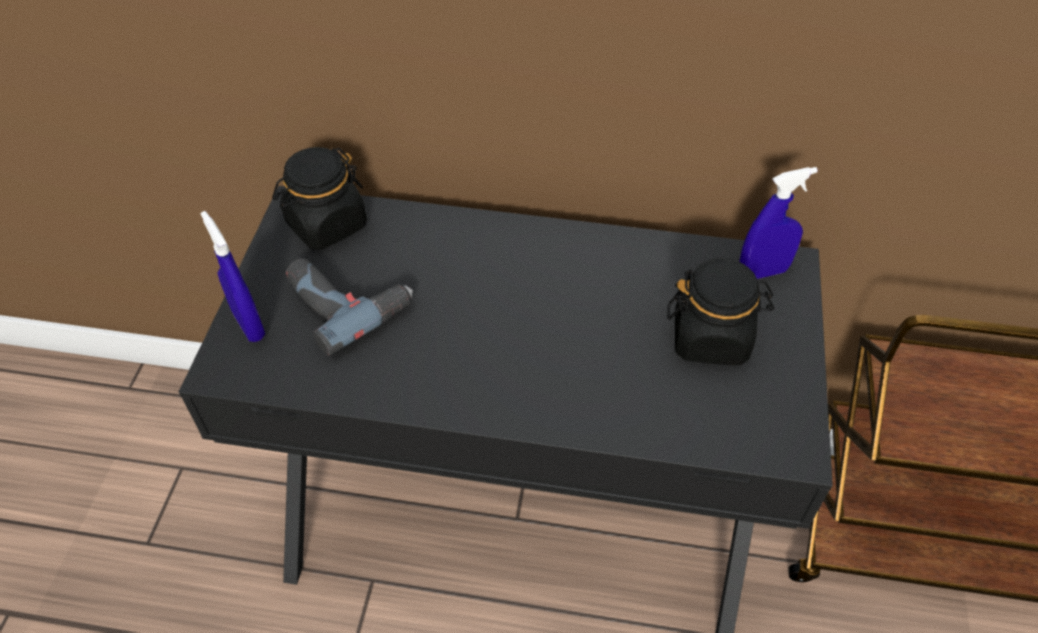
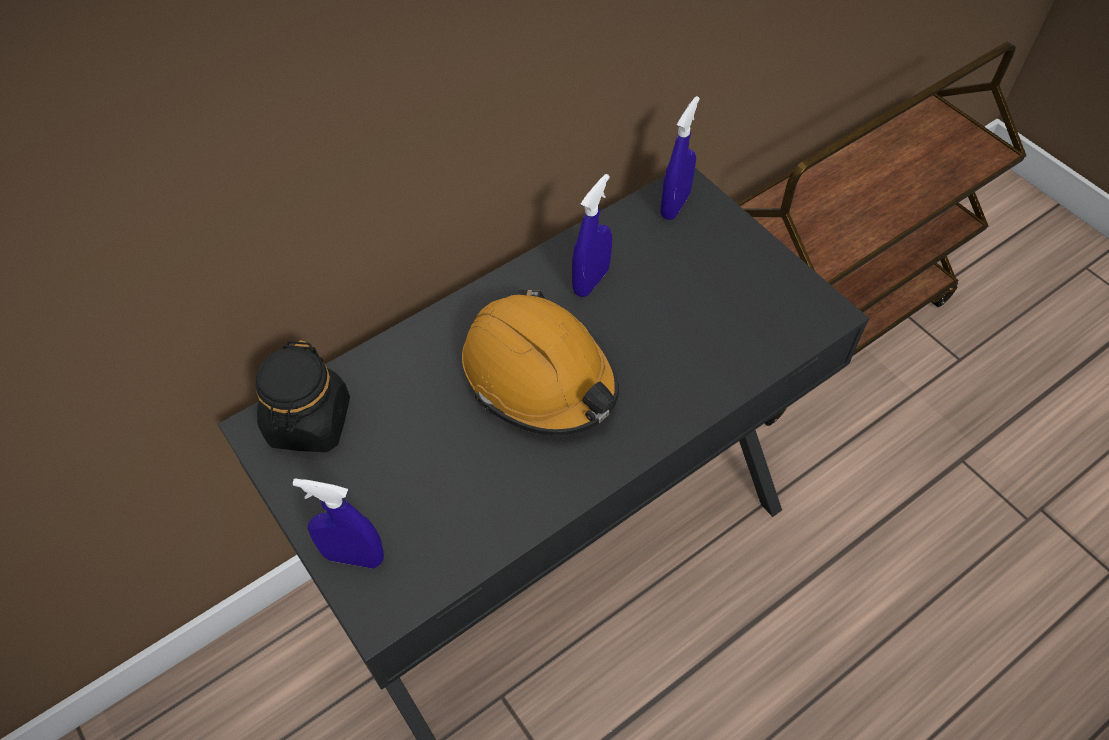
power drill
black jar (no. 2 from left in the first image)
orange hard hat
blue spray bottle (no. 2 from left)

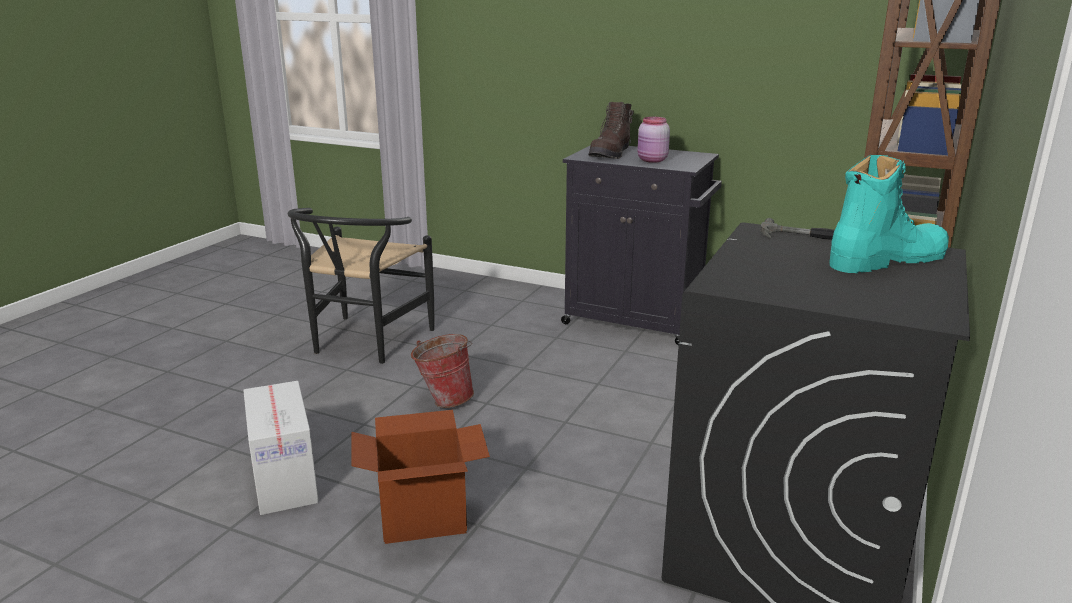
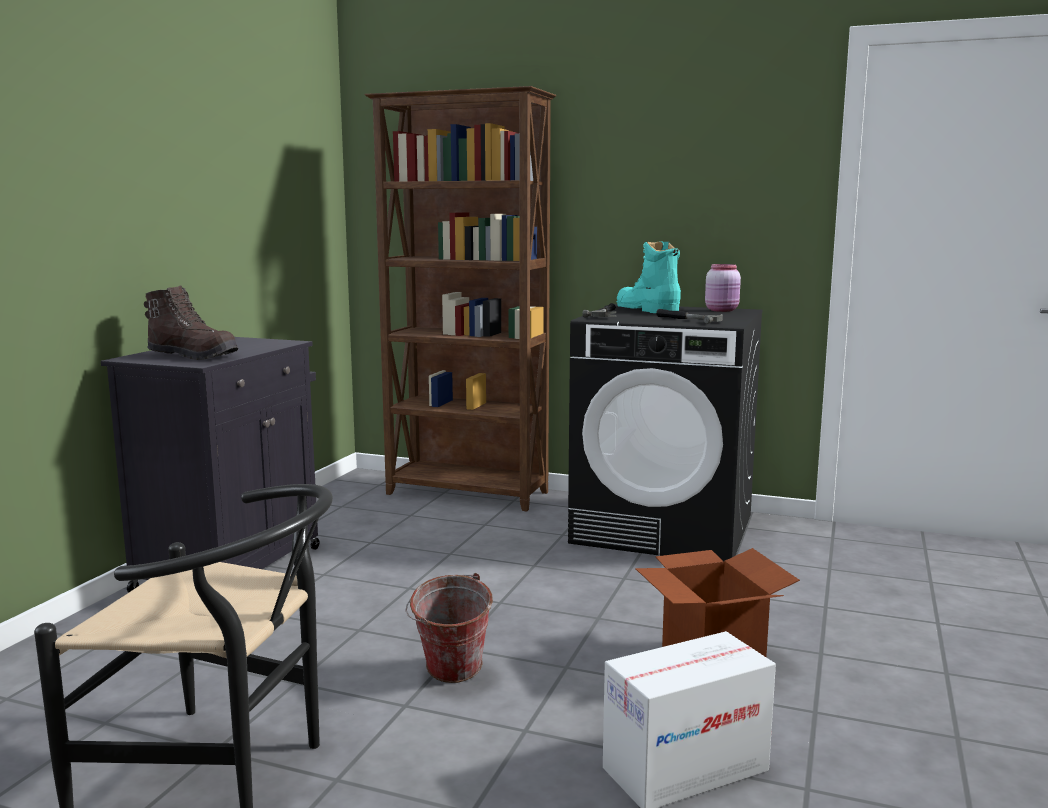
hammer (no. 2 from left)
pink jar

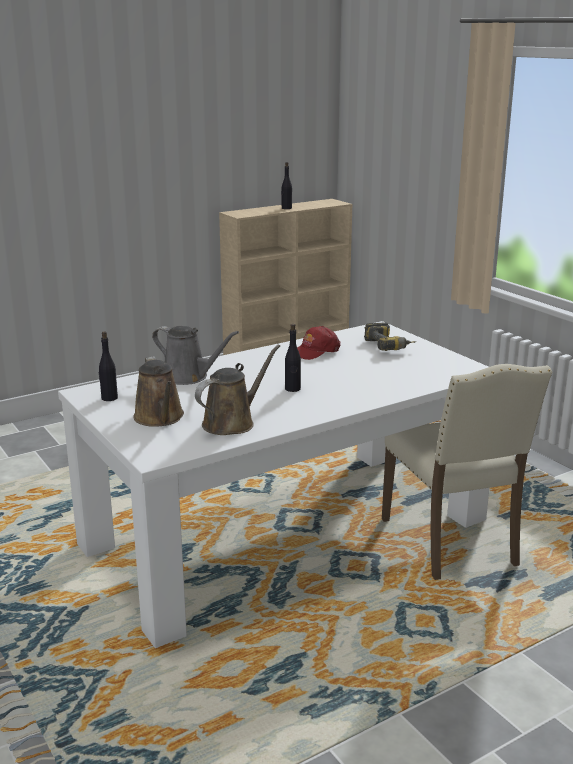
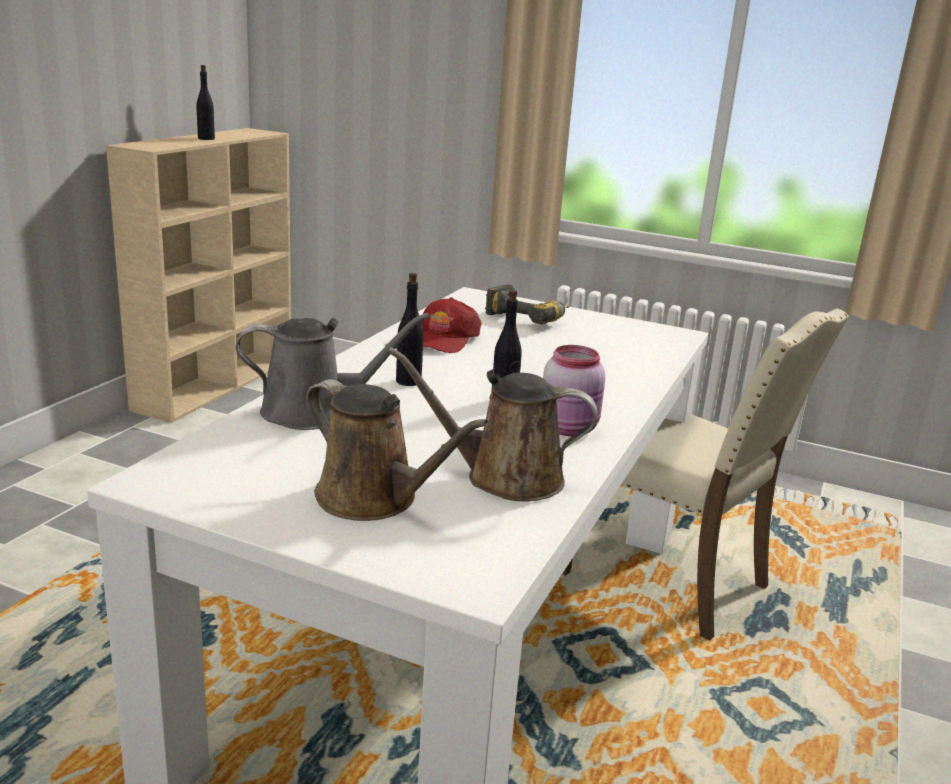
pink jar
black bottle (no. 2 from left)
brown watering can (no. 2 from left)

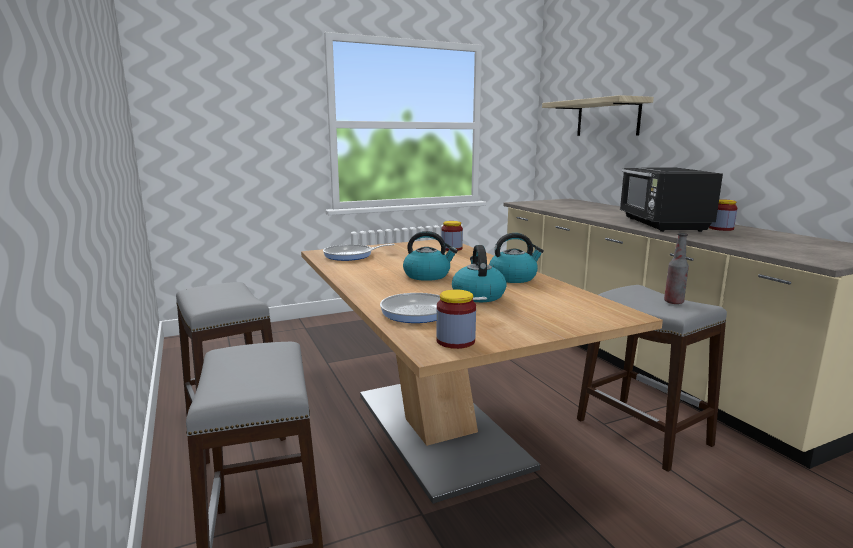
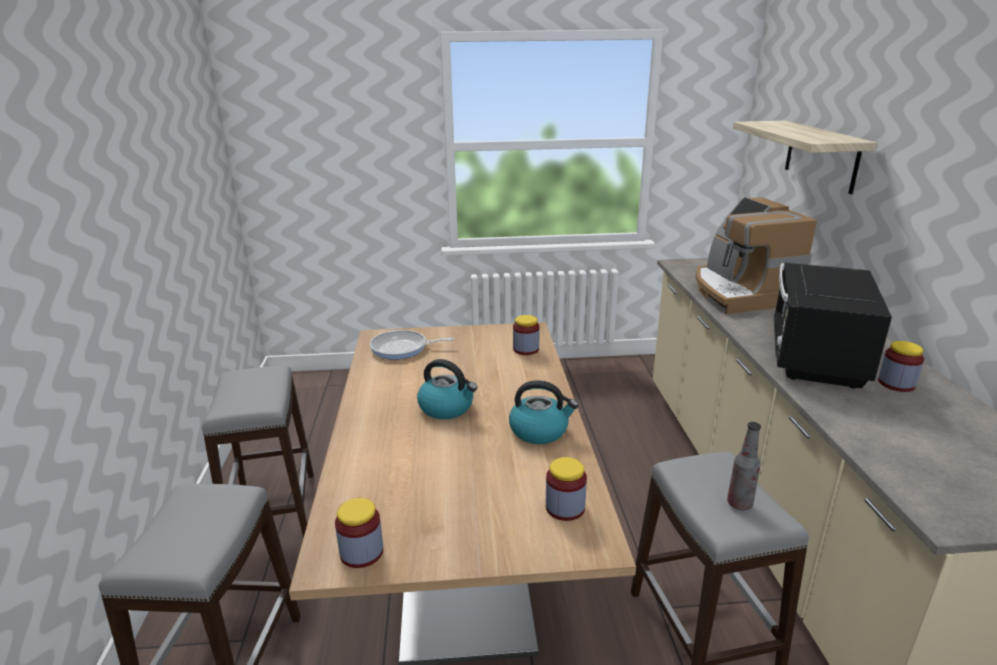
frying pan (no. 2 from left in the first image)
kettle (no. 2 from left in the first image)
jar (no. 3 from left)
coffee machine

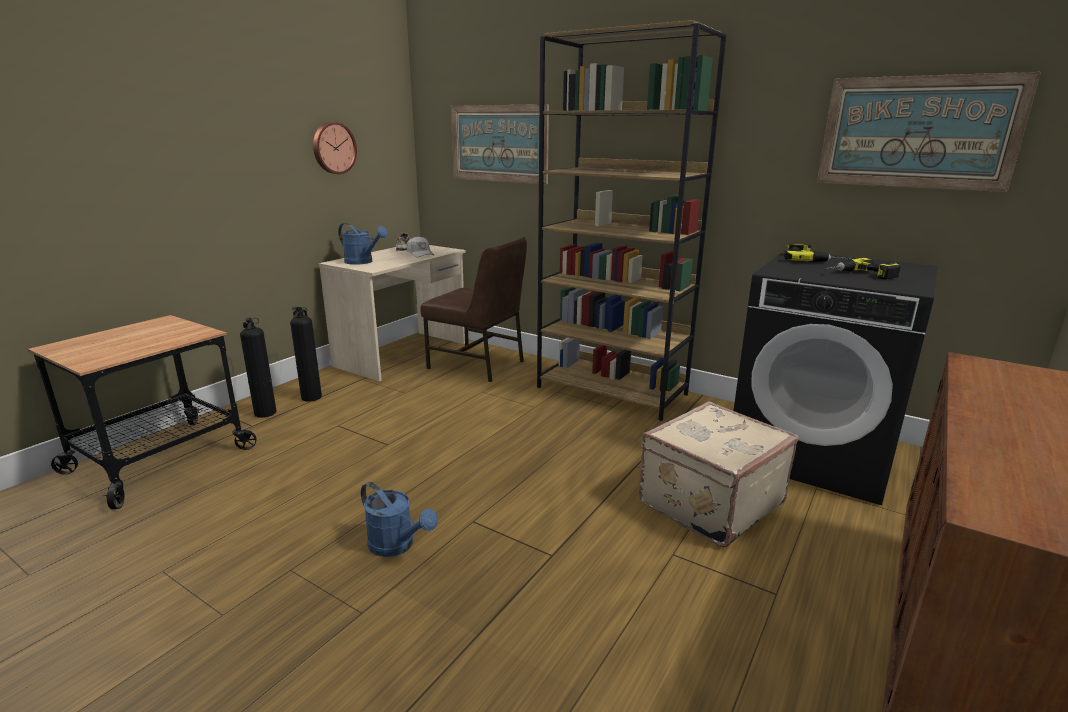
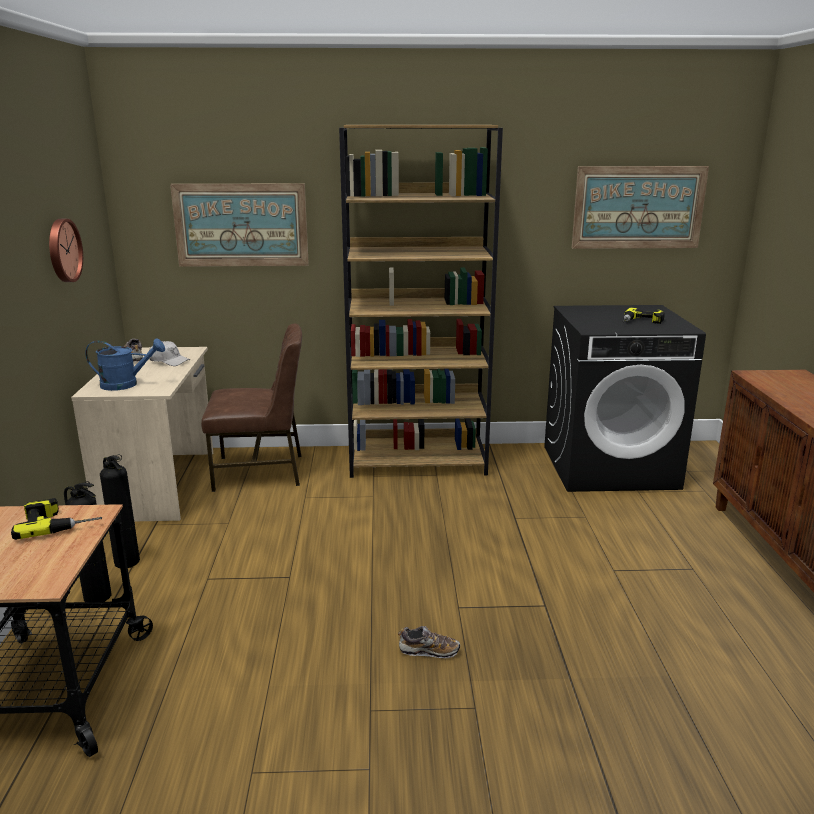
beige suitcase
power drill (no. 1 from left)
shoe (no. 2 from left)

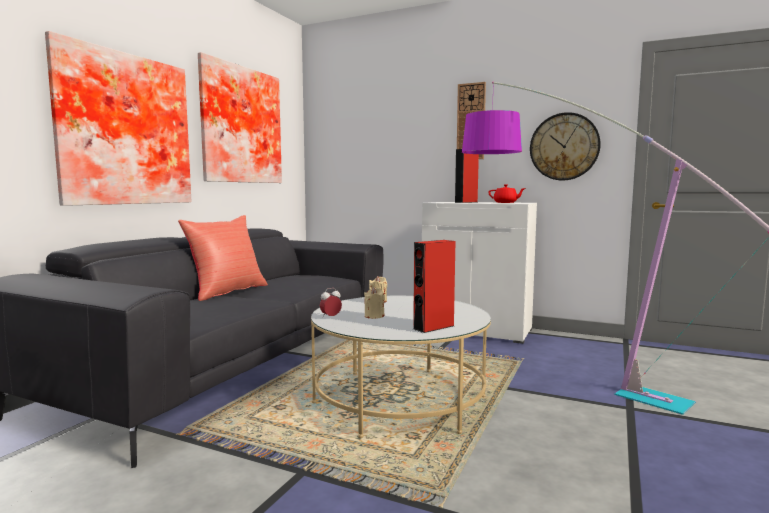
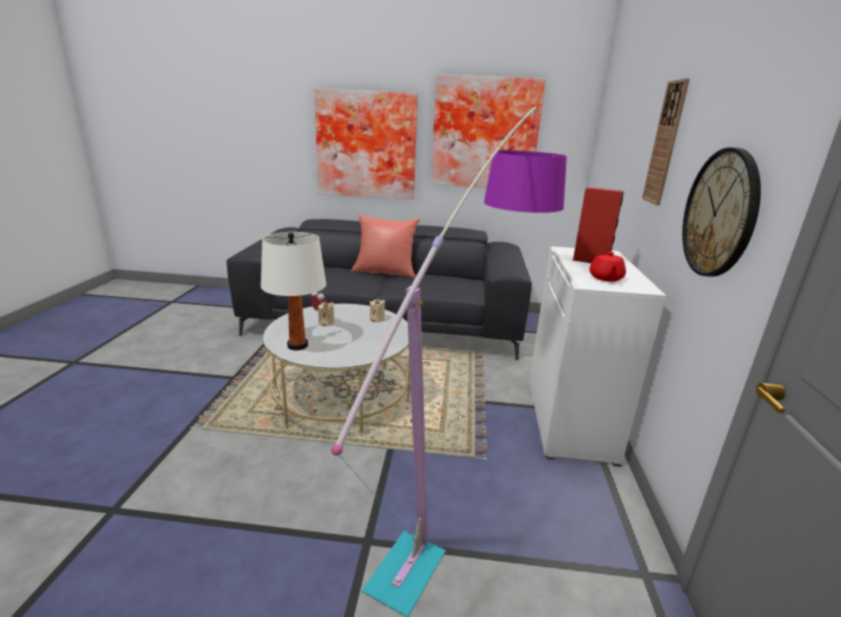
white table lamp

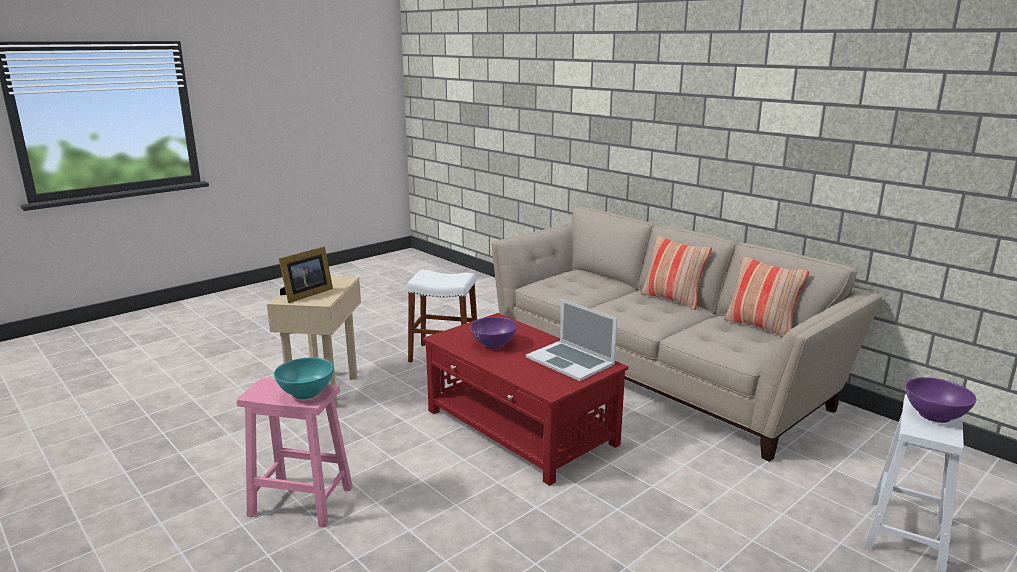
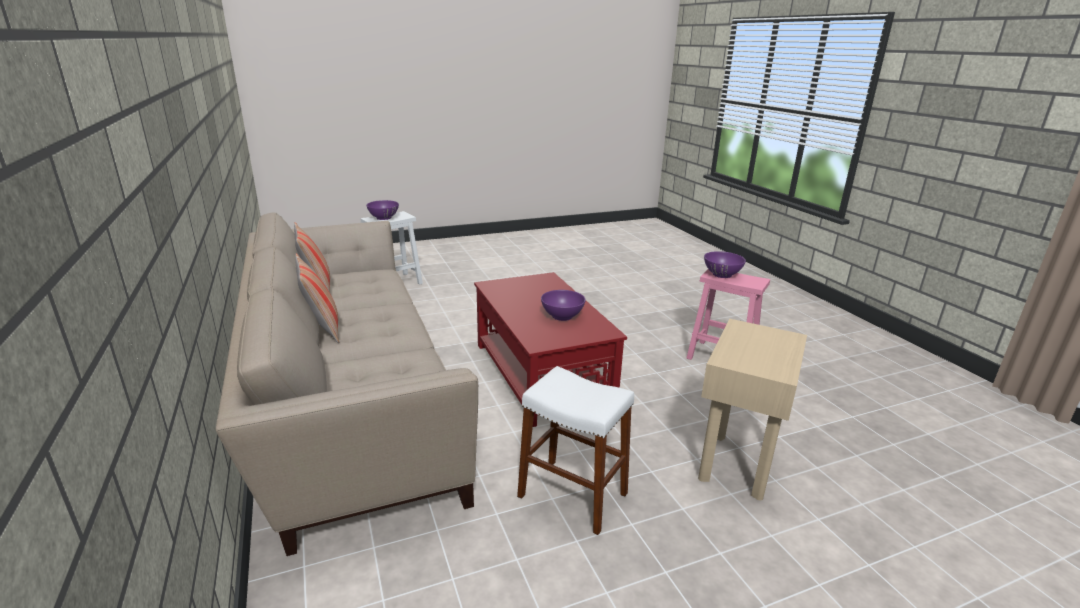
picture frame
laptop
purple bowl (no. 3 from left)

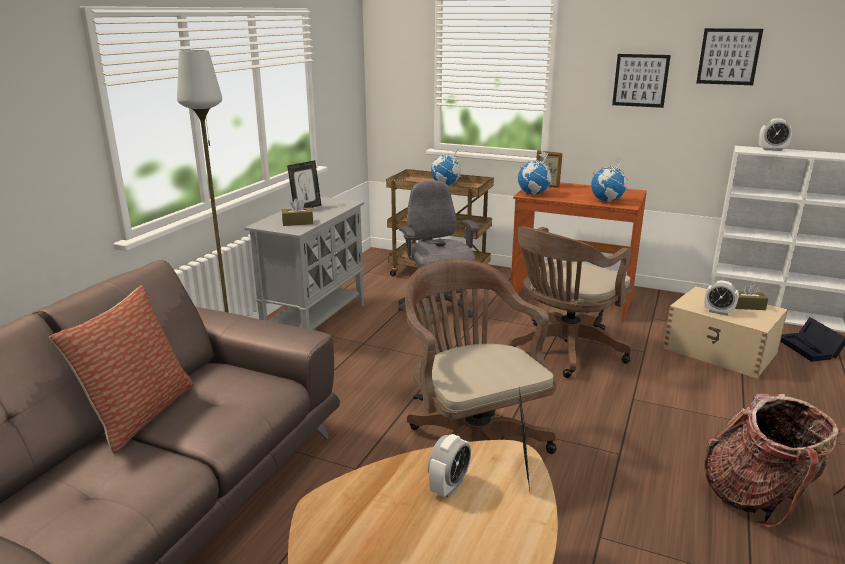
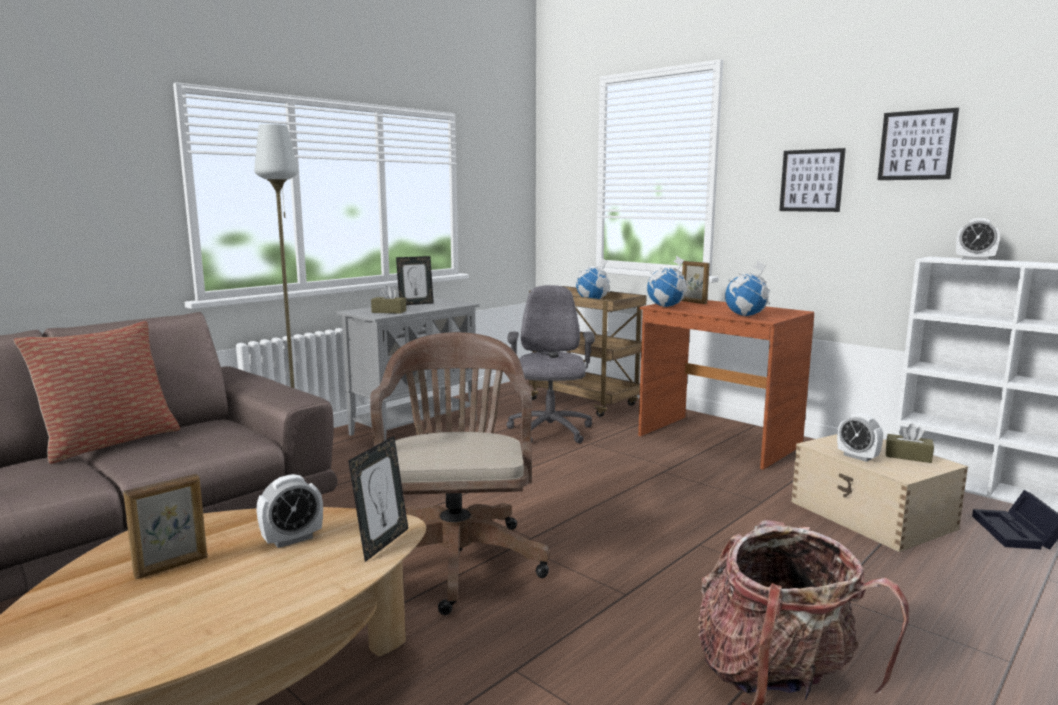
brown office chair (no. 2 from left in the first image)
picture frame (no. 1 from left)

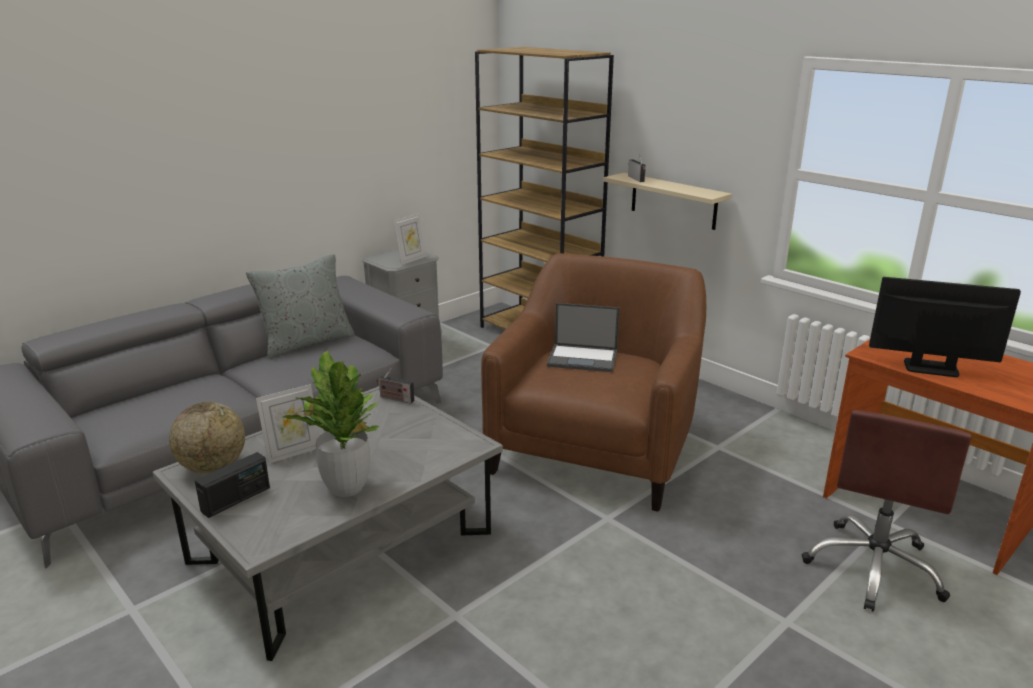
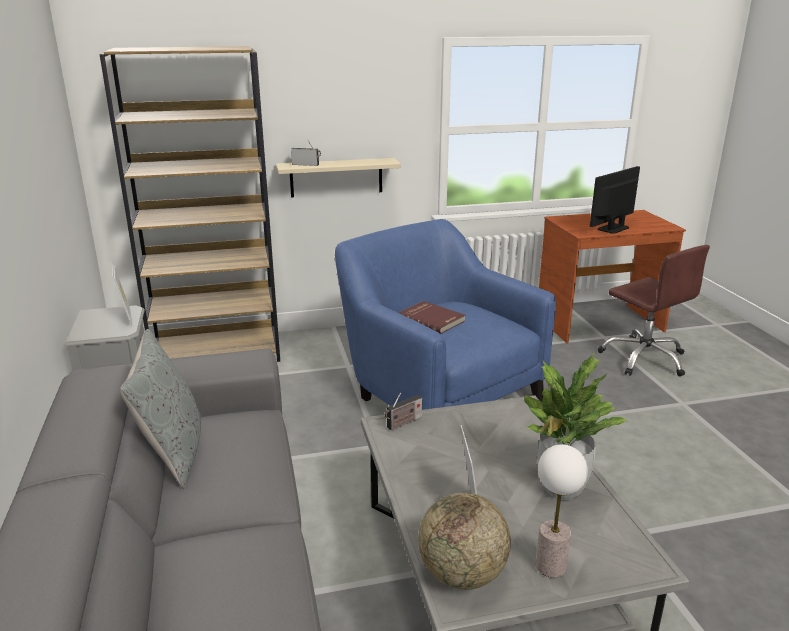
table lamp
red book
blue armchair

